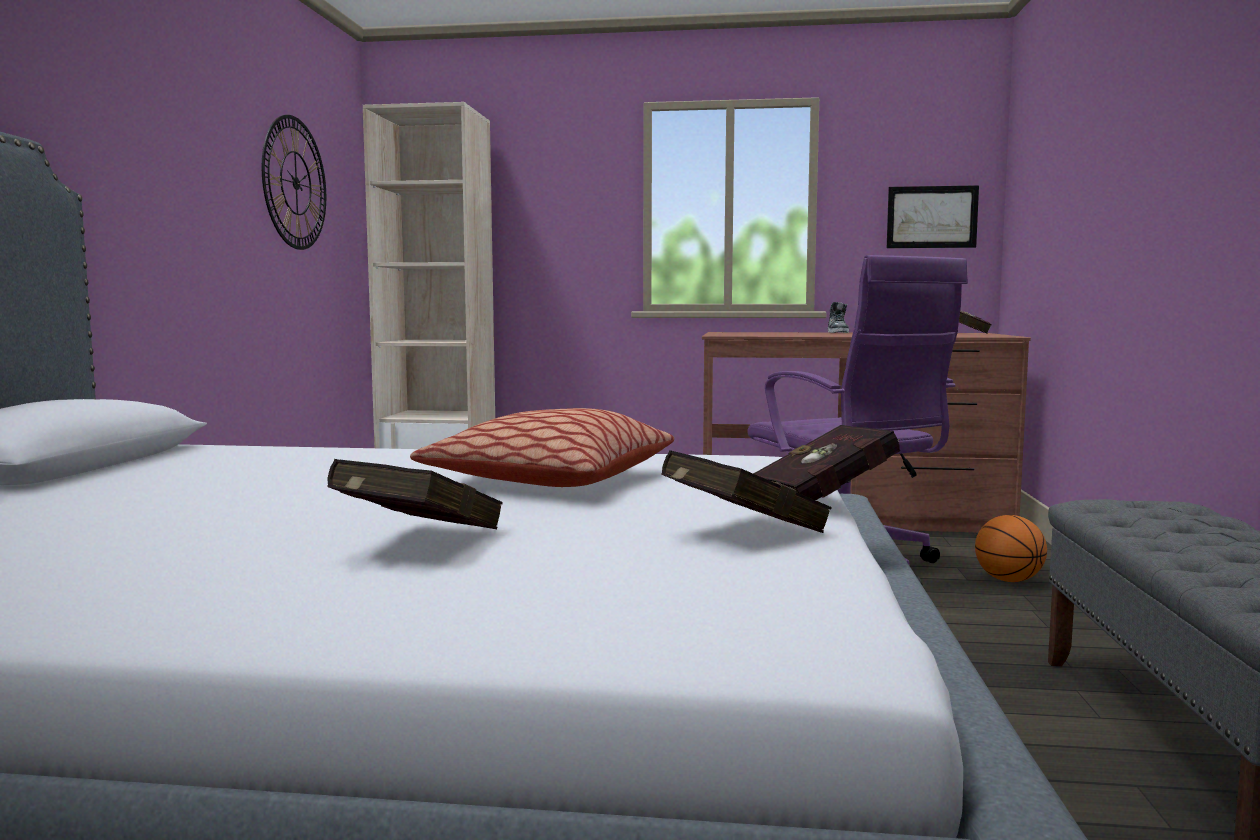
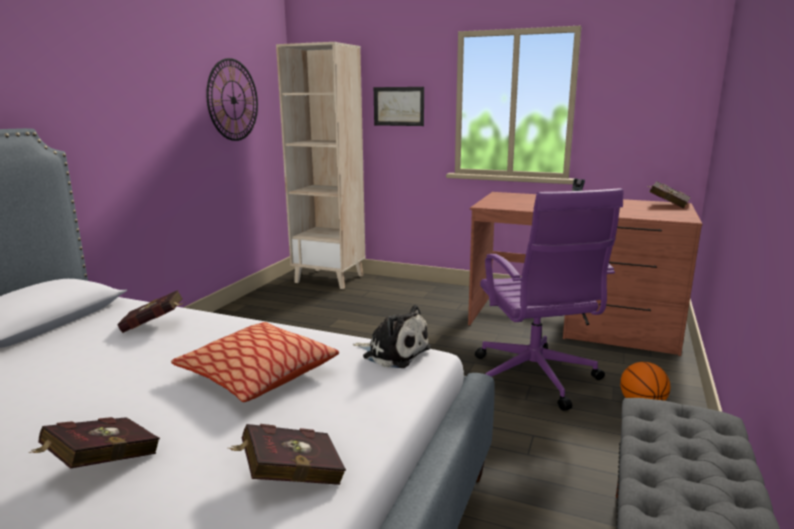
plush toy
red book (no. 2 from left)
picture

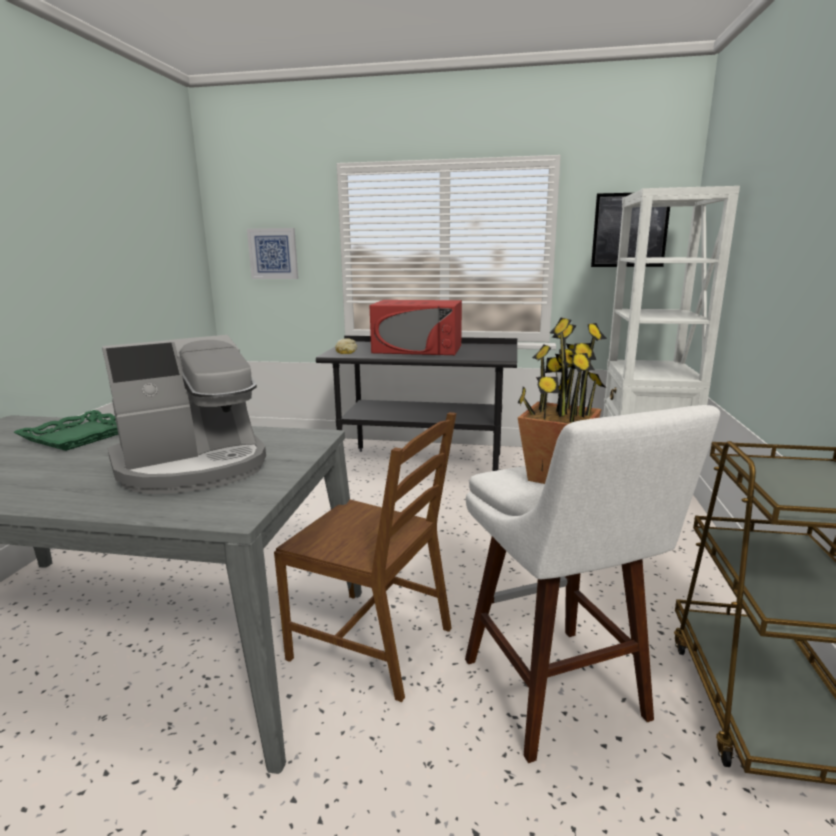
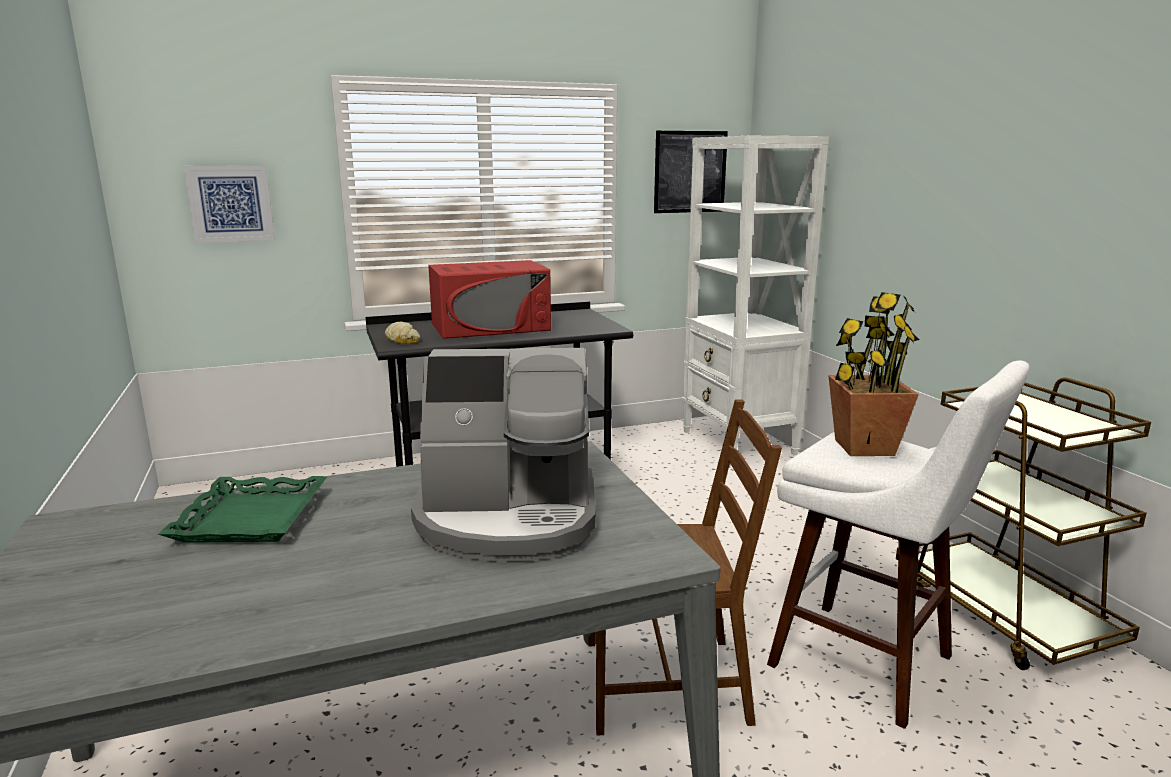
coffee machine

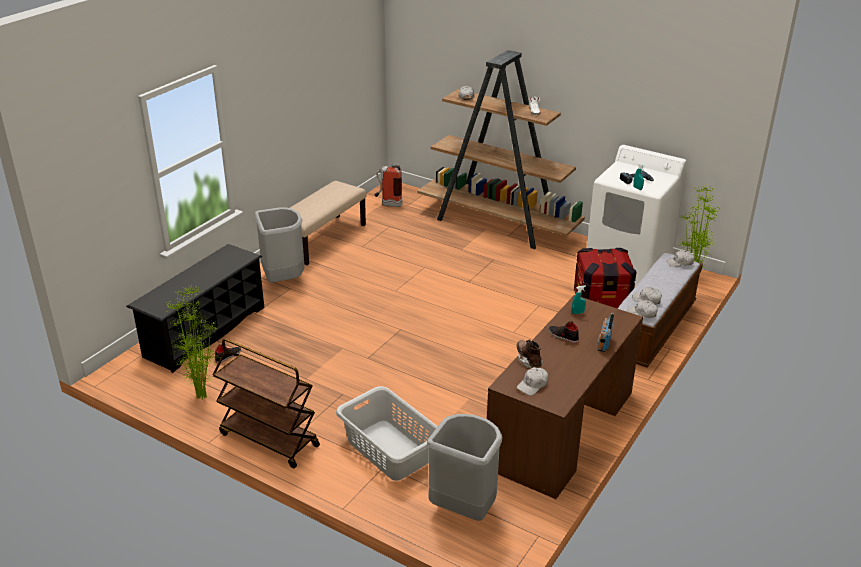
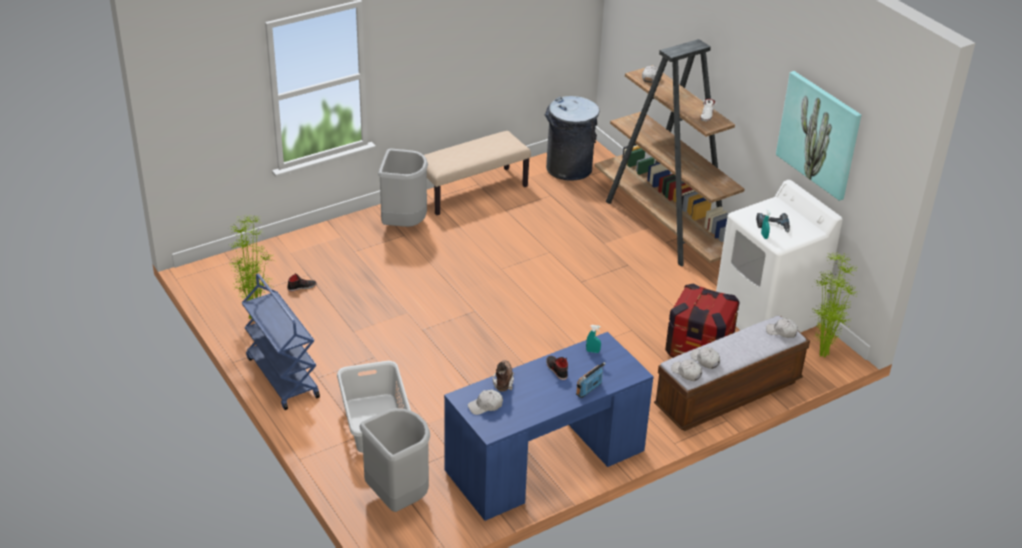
black shoe rack
picture
grey trash can (no. 3 from left)
blue cart
blue desk

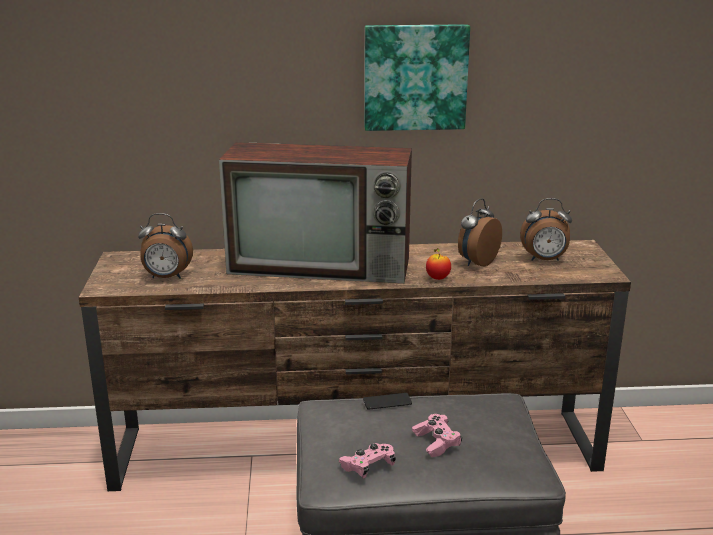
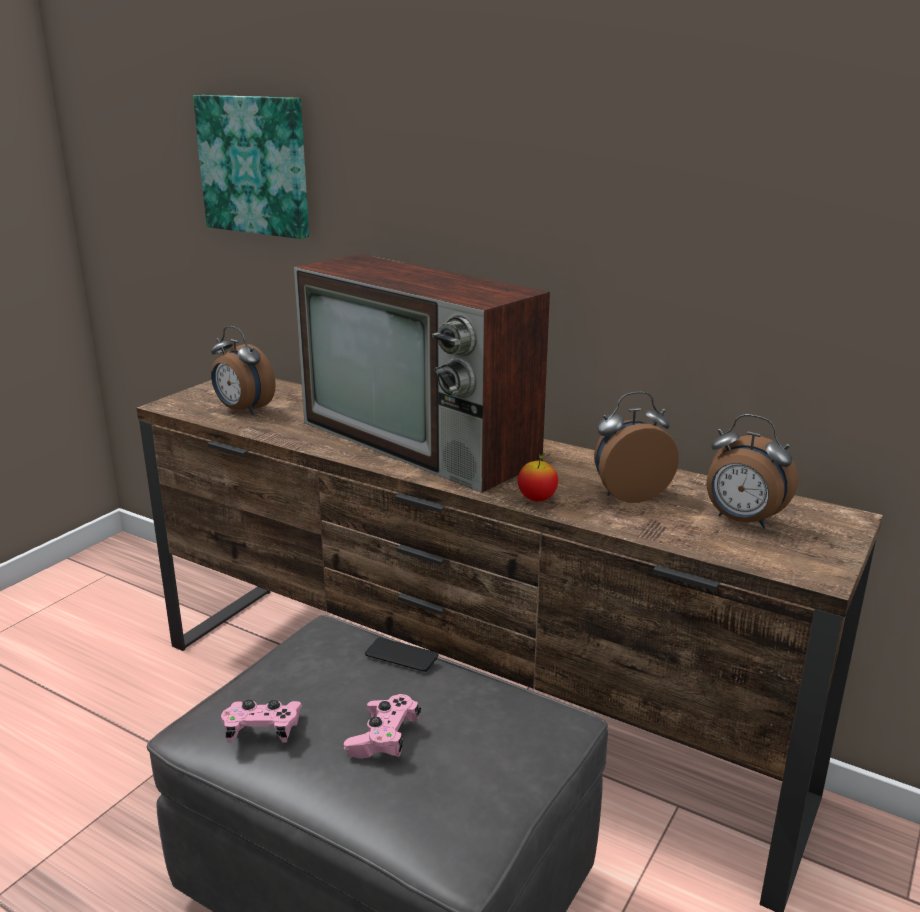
picture

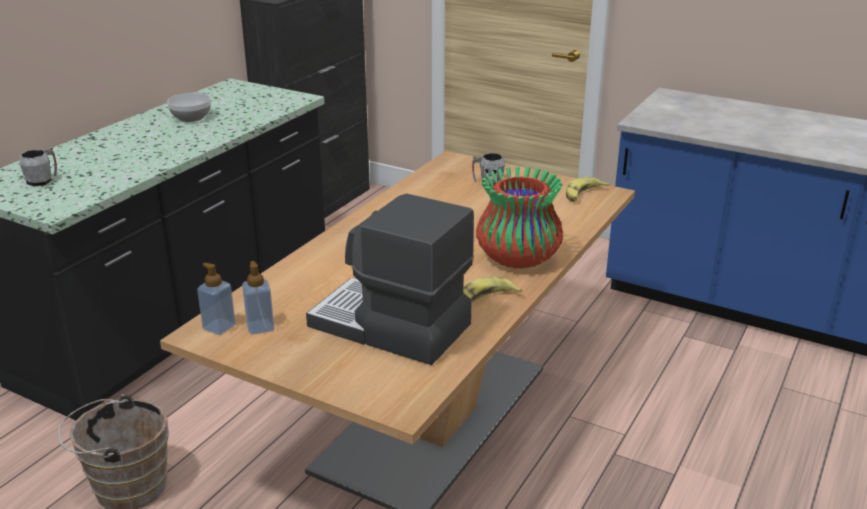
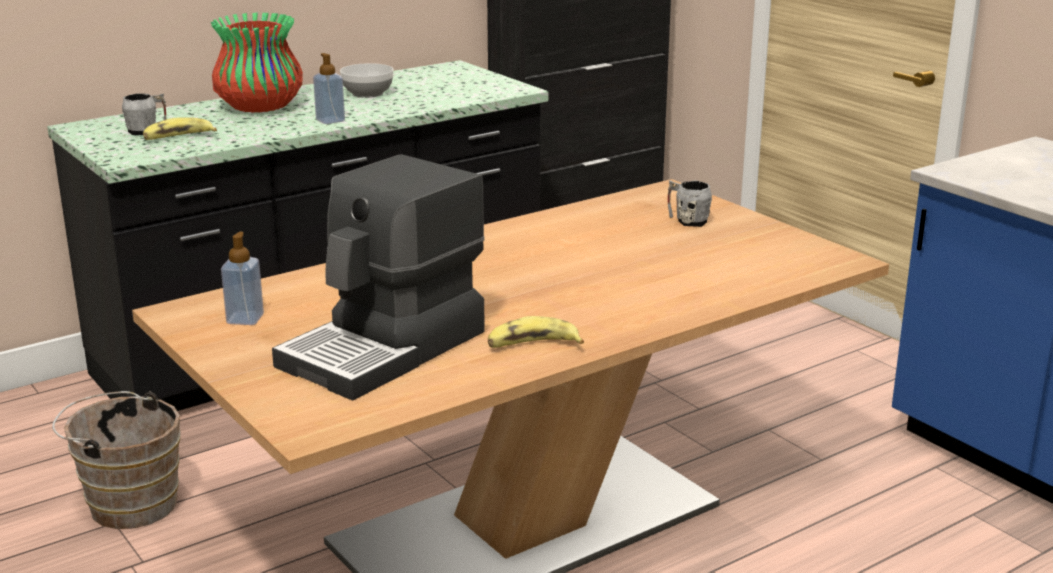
soap dispenser (no. 2 from left)
vase
banana (no. 1 from left)
coffee machine

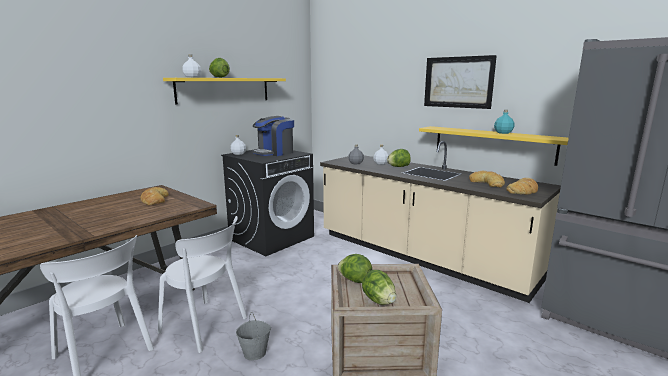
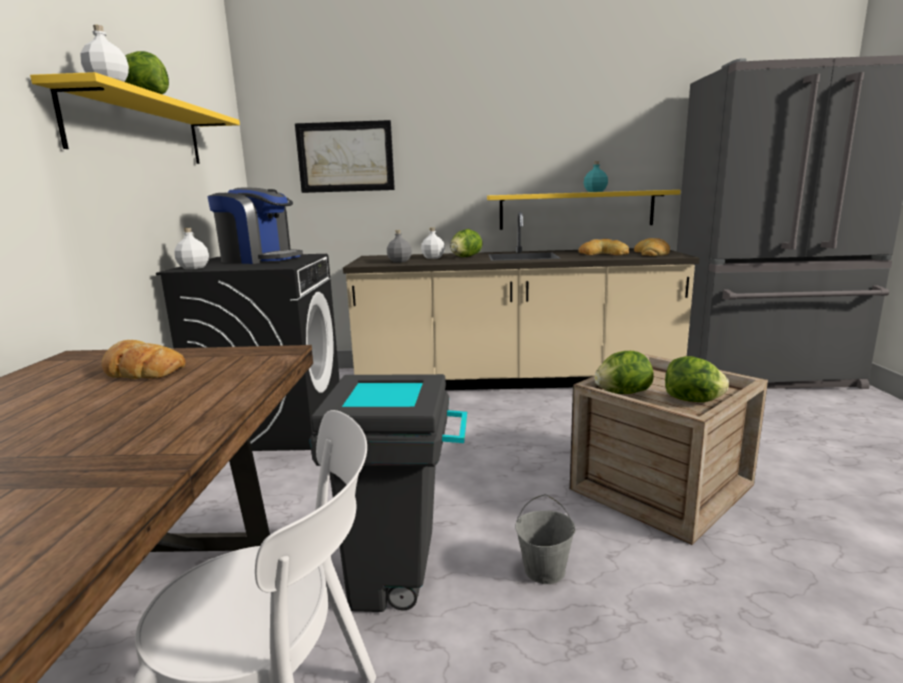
picture
grey trash can
coffee machine

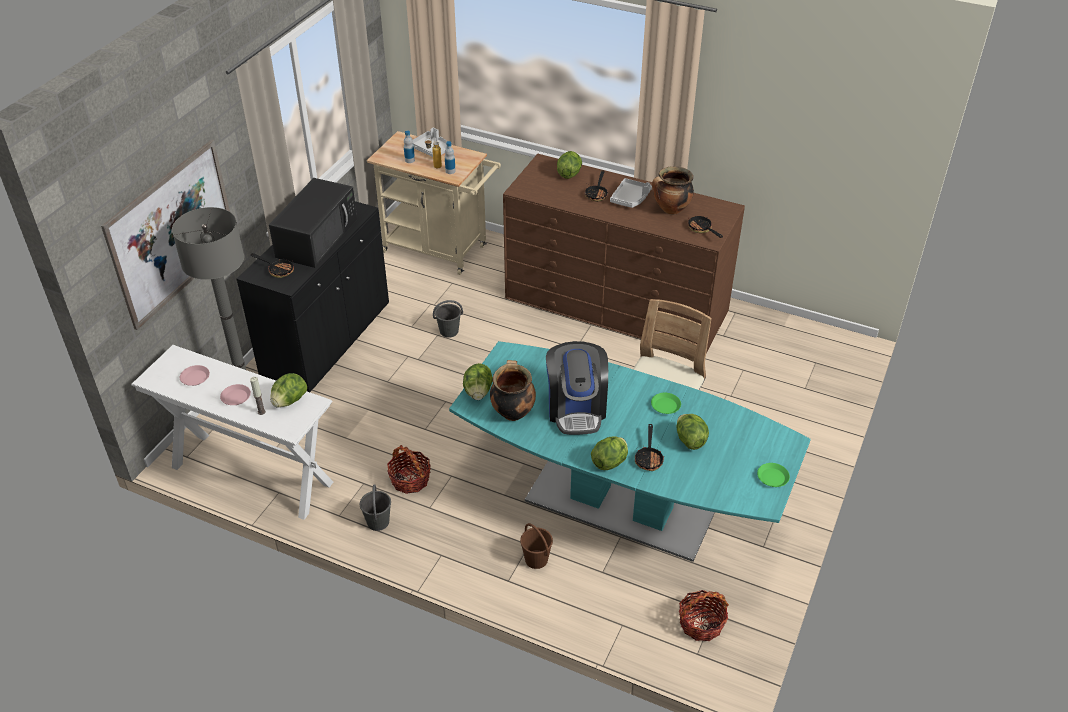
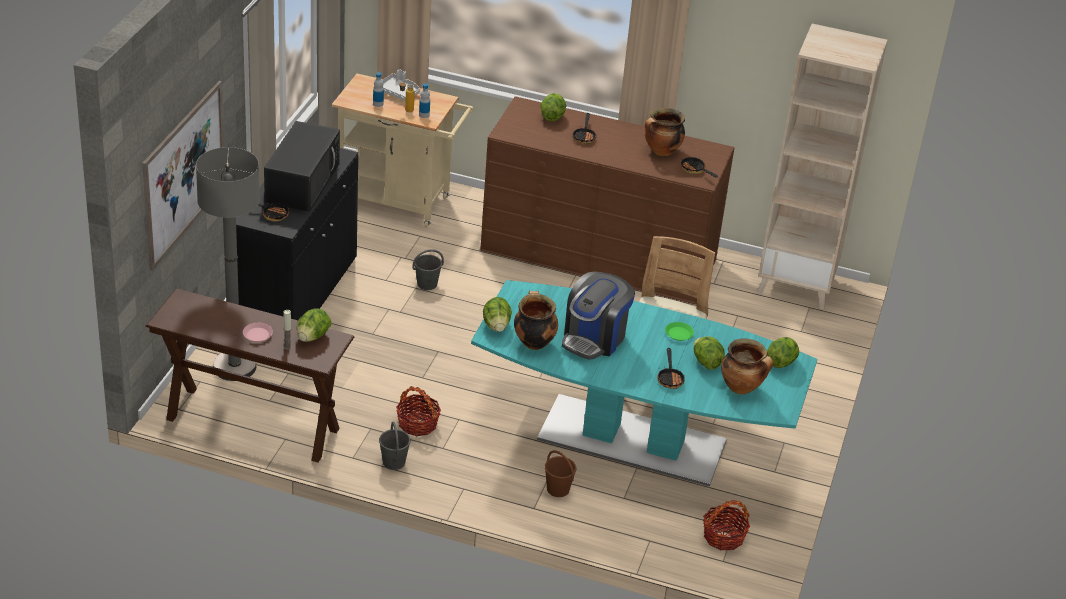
pink plate (no. 1 from left in the first image)
grey tray (no. 2 from left in the first image)
green plate (no. 2 from left in the first image)
cooking pot (no. 3 from left)
beige bookcase
lettuce (no. 5 from left)
brown console table
coffee machine

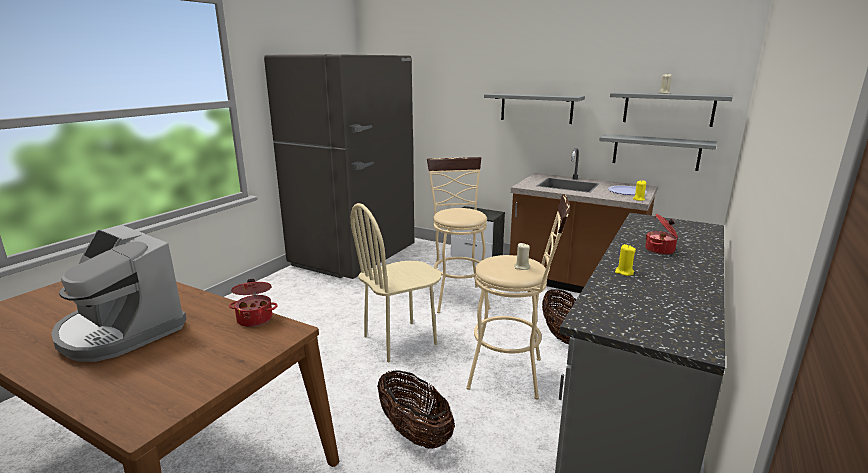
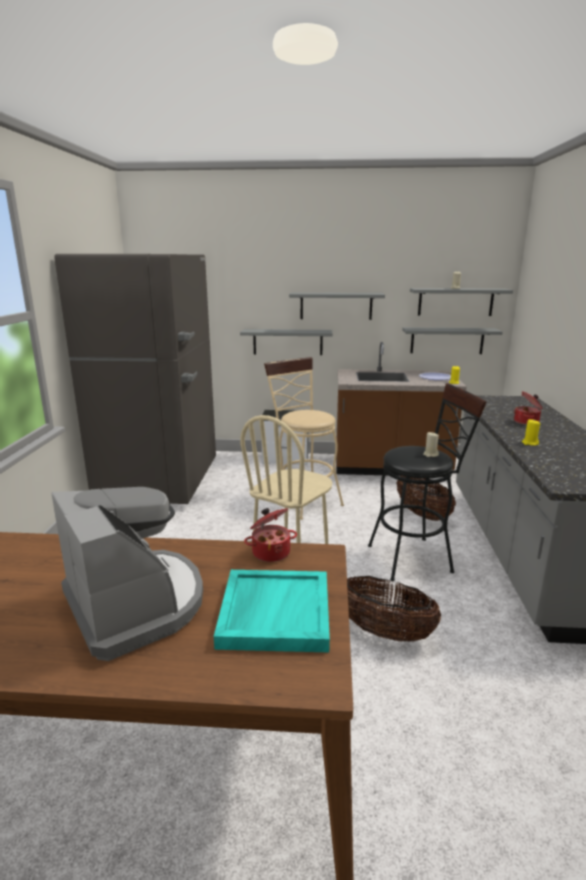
turquoise tray
grey shelf (no. 1 from left)
black stool
coffee machine

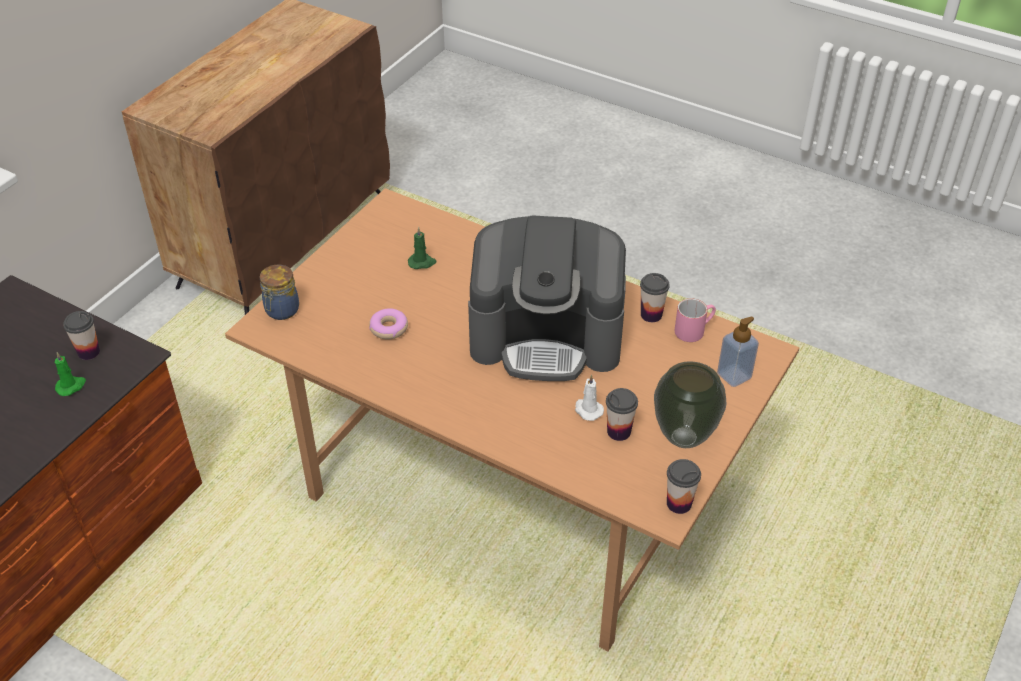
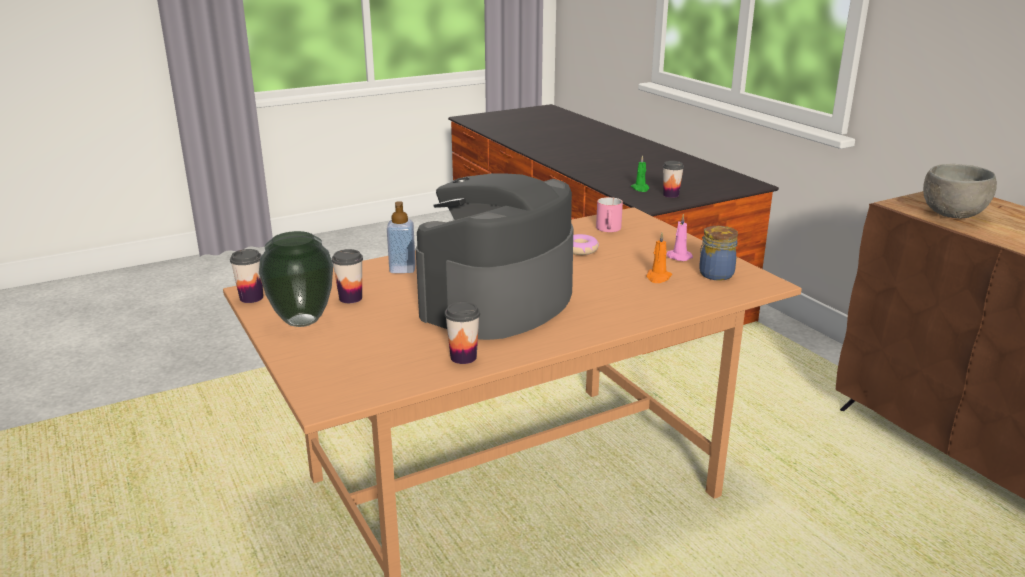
white candle
pink candle
grey bowl
jar
pink mug
soap dispenser
orange candle

